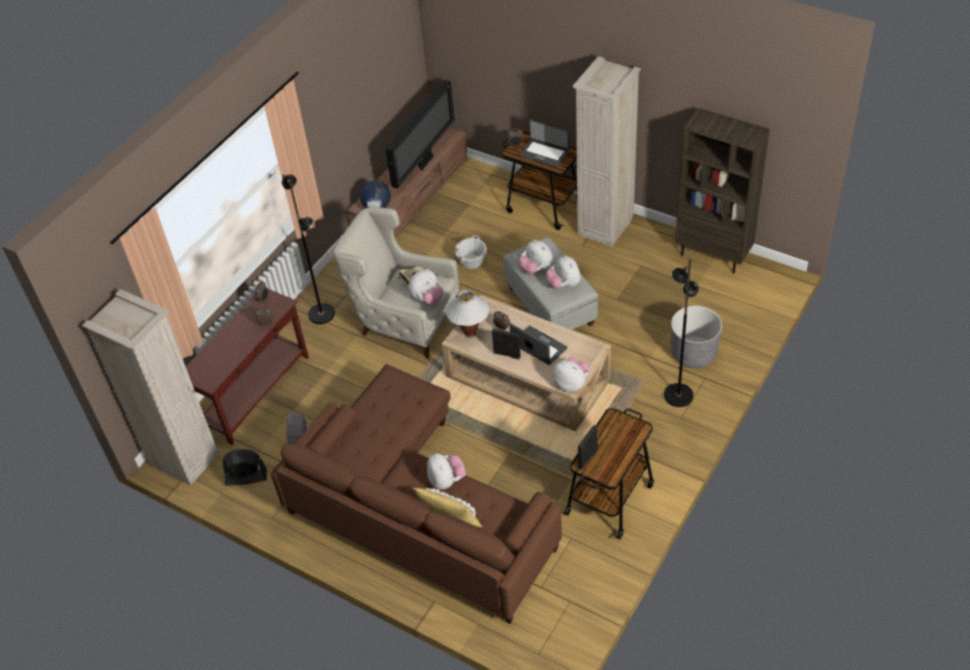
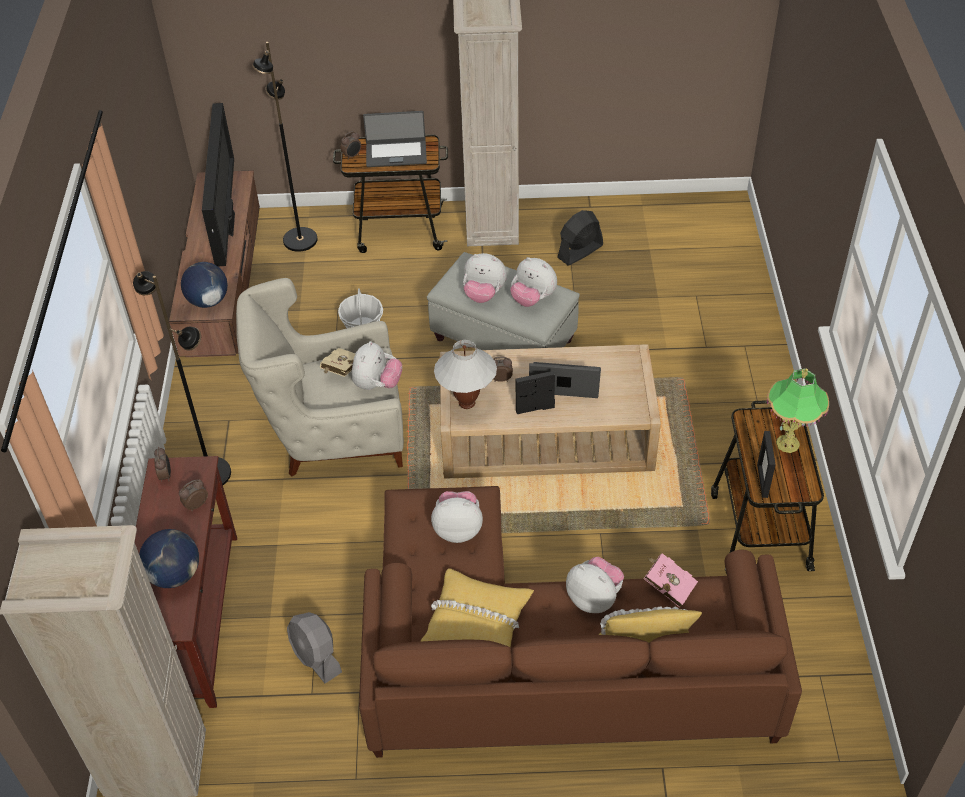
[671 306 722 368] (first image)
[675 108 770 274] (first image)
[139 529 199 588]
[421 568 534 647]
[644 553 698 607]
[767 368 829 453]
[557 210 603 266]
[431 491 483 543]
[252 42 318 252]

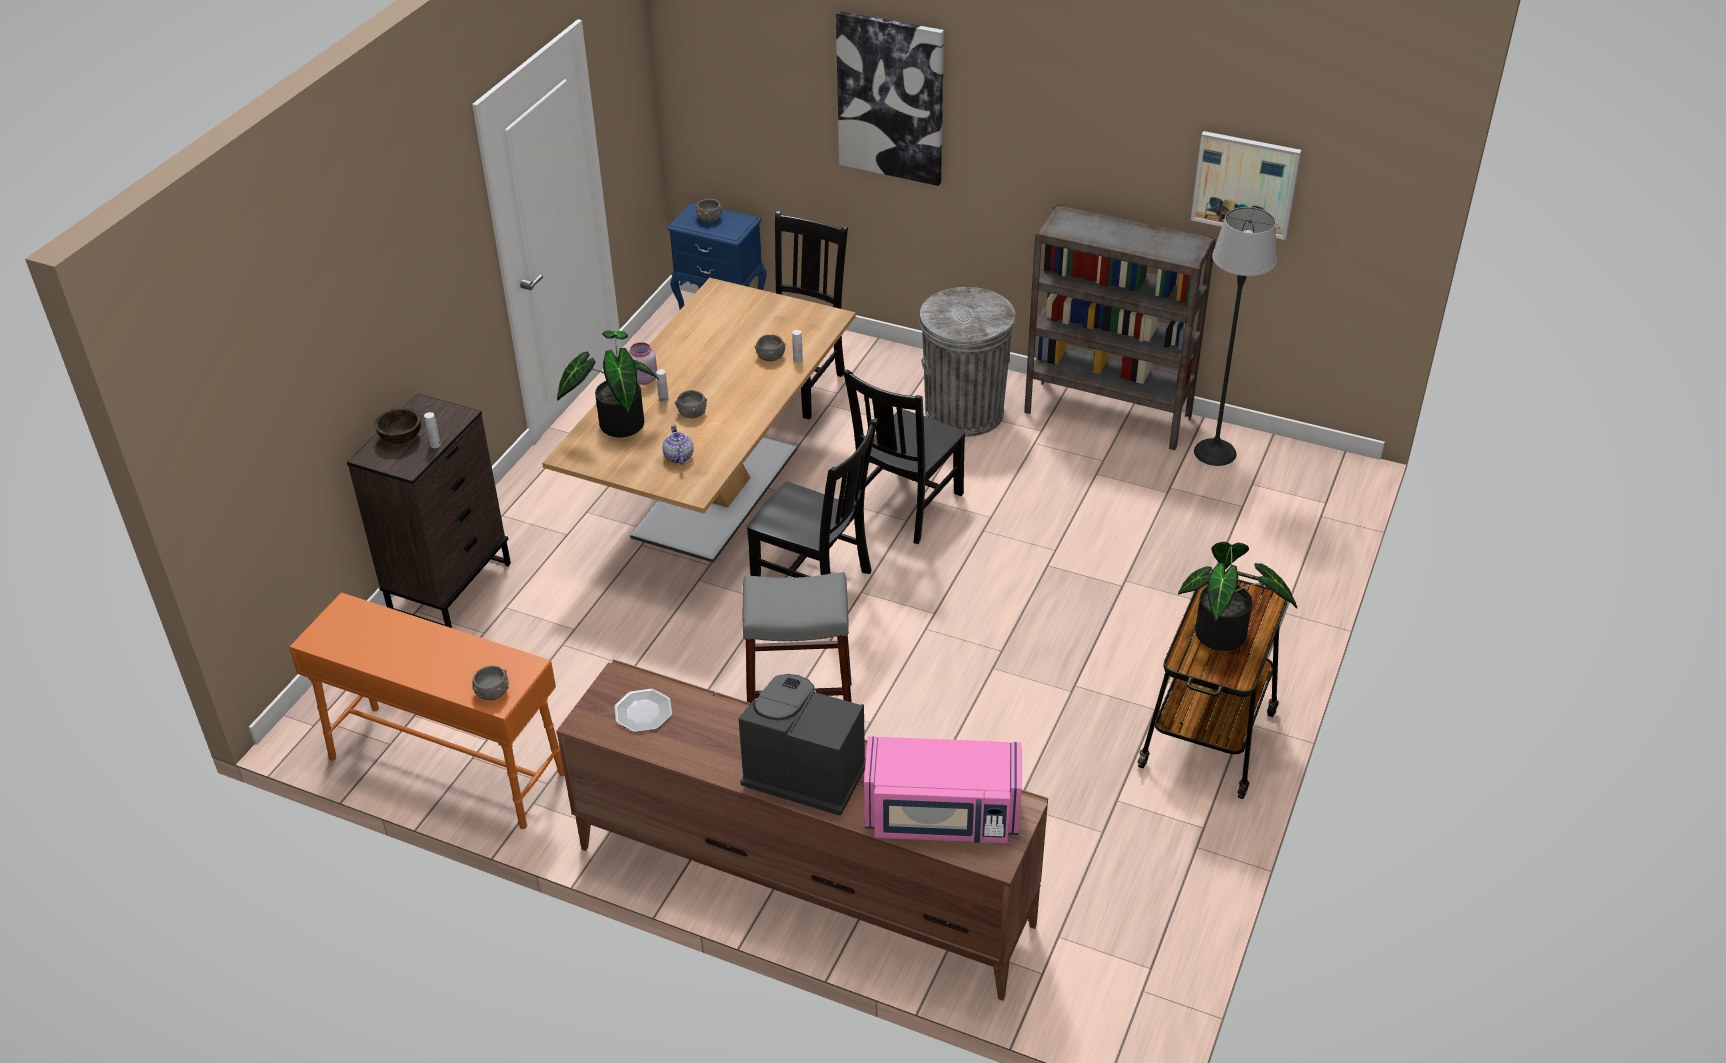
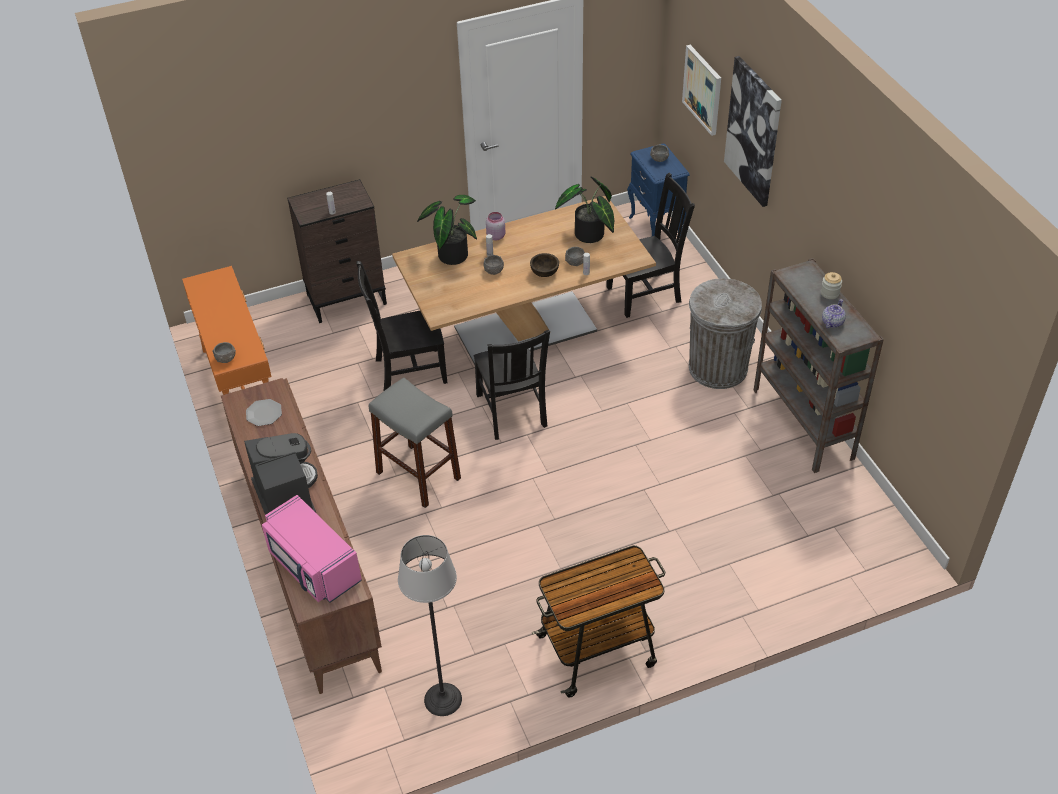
[821 272 842 299]
[530 253 559 277]
[822 299 846 329]
[356 261 447 391]
[555 177 614 243]
[682 45 721 136]
[398 535 462 716]

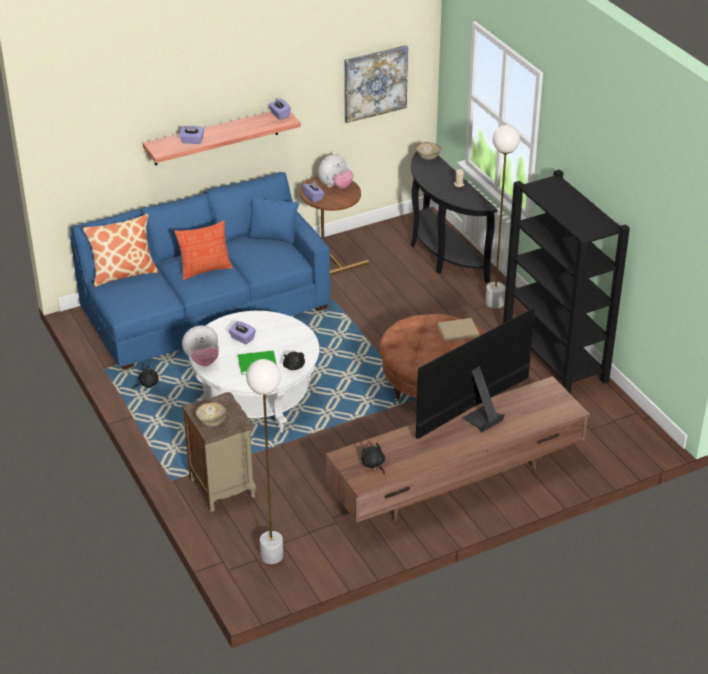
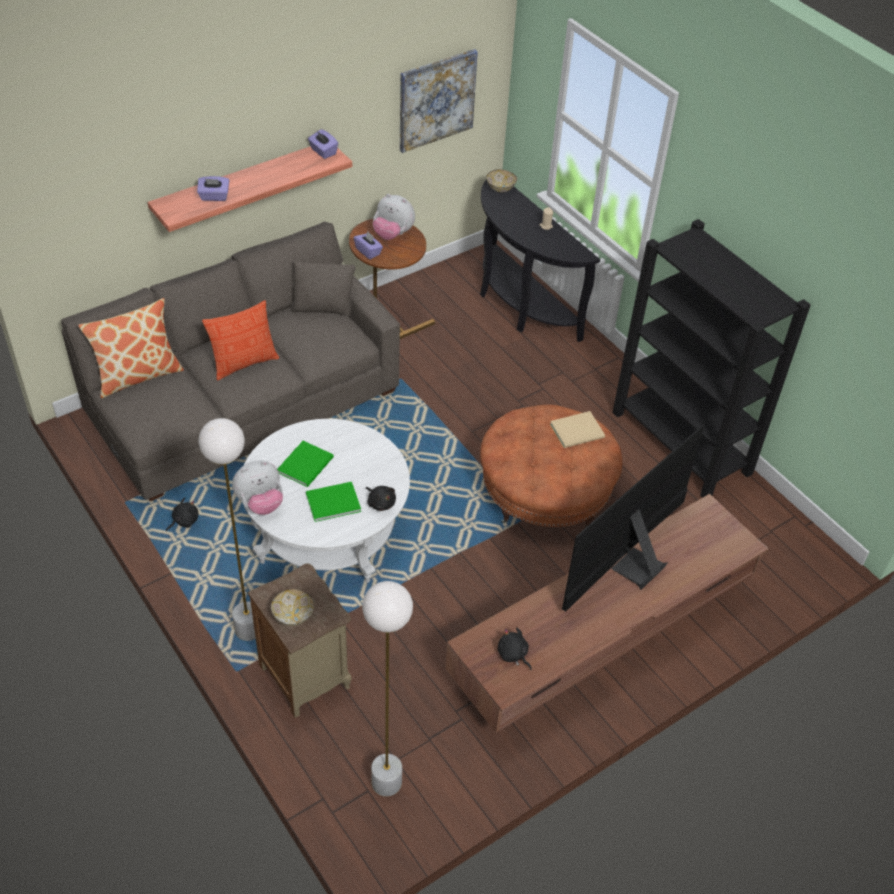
[198 418 256 641]
[277 441 334 487]
[61 221 400 501]
[373 194 415 240]

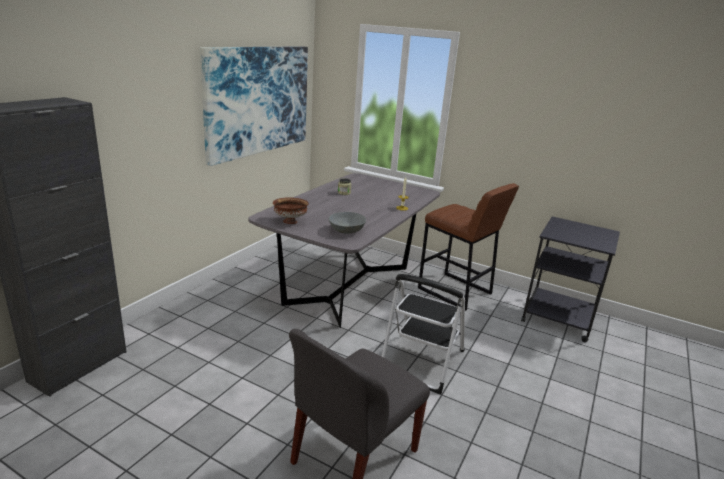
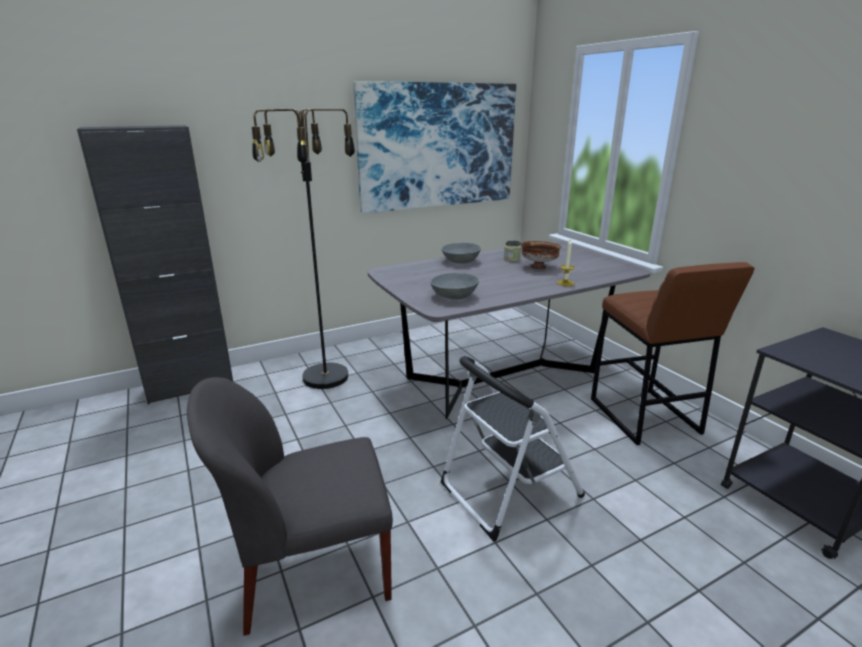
[252 109 355 389]
[441 243 481 263]
[521 241 561 269]

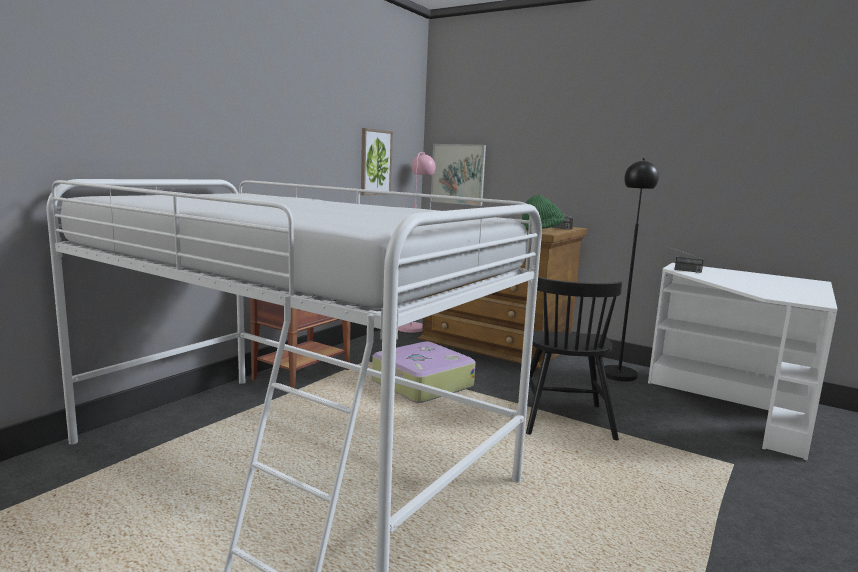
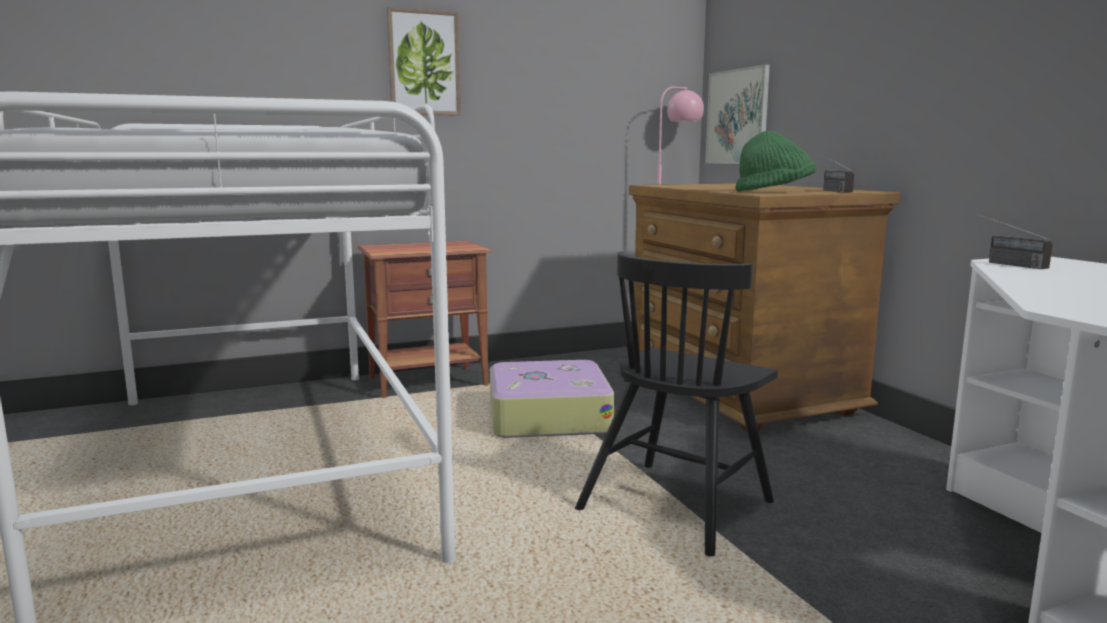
[604 158 659 382] (first image)
[387 7 461 116]

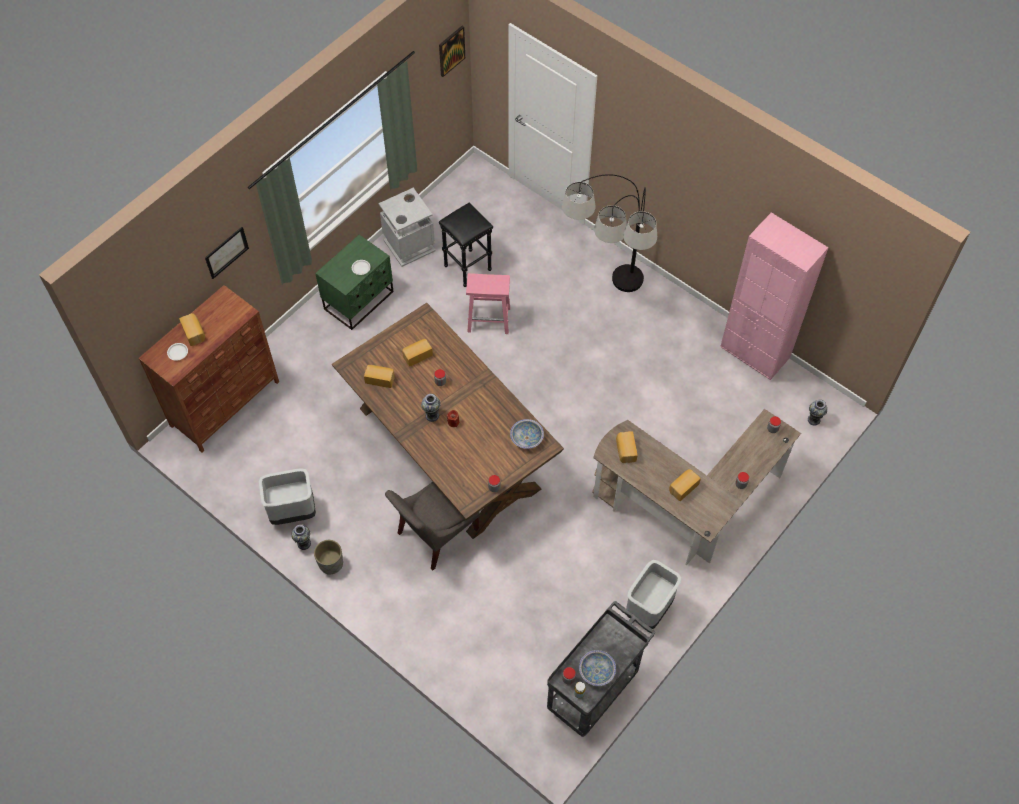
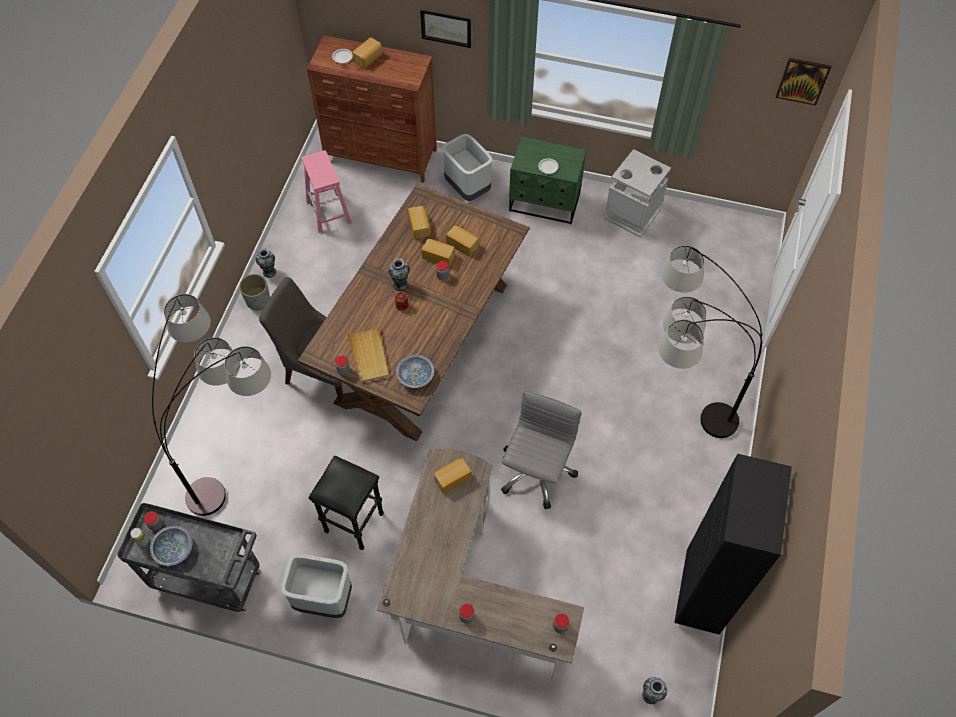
[152 294 271 516]
[347 326 389 383]
[501 391 581 509]
[442 134 493 201]
[309 456 384 550]
[302 150 352 233]
[422 239 455 267]
[674 454 792 634]

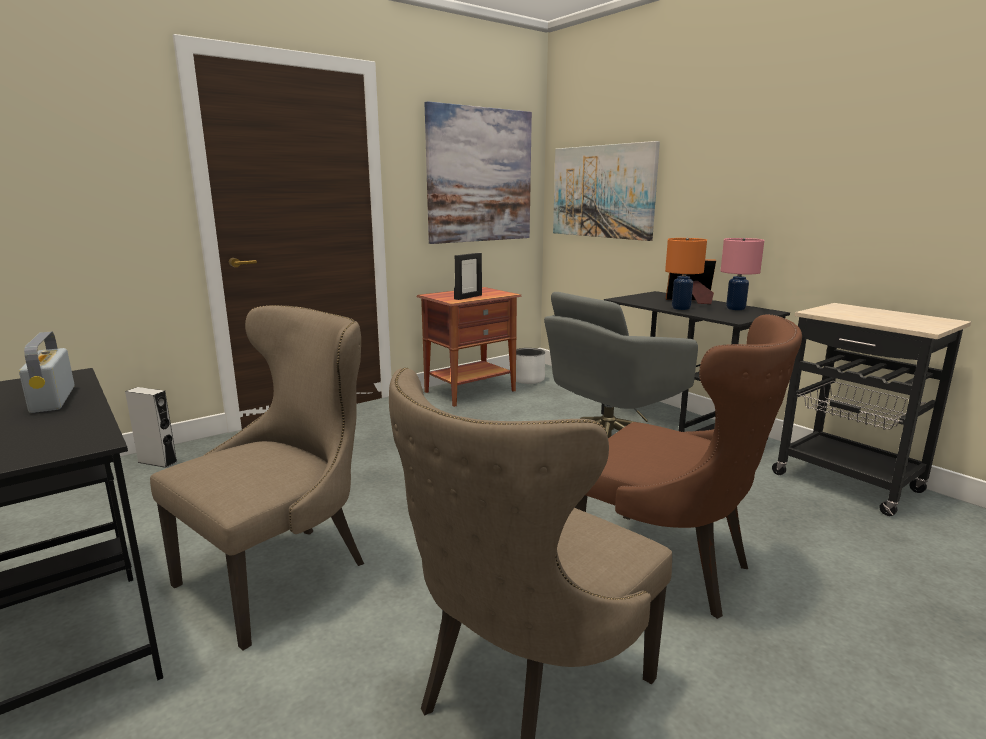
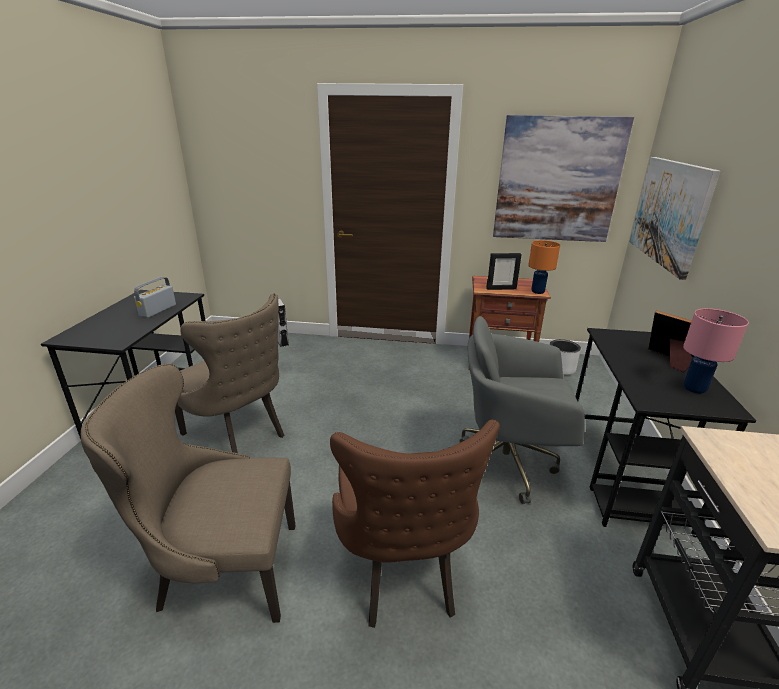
[528 240 560 294]
[175 294 284 453]

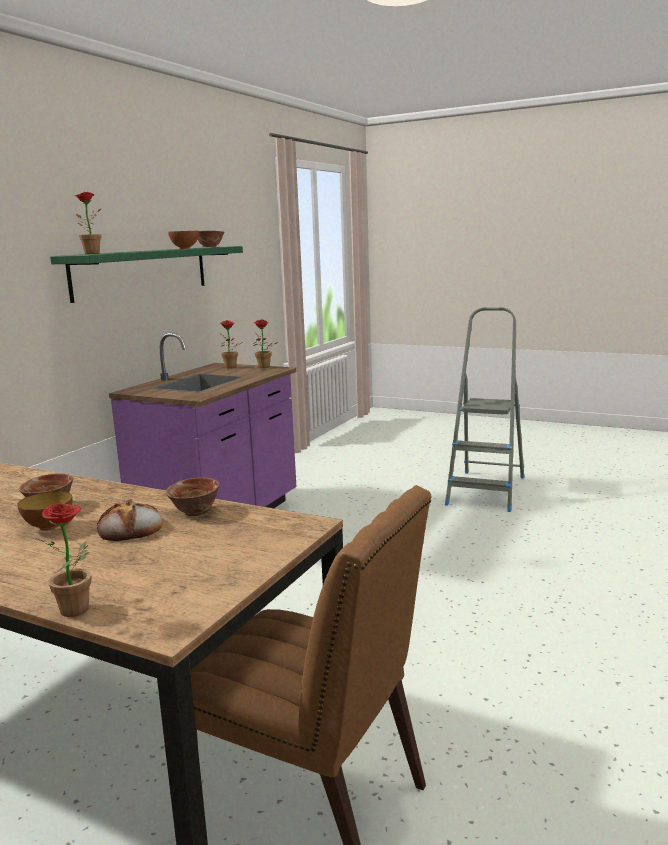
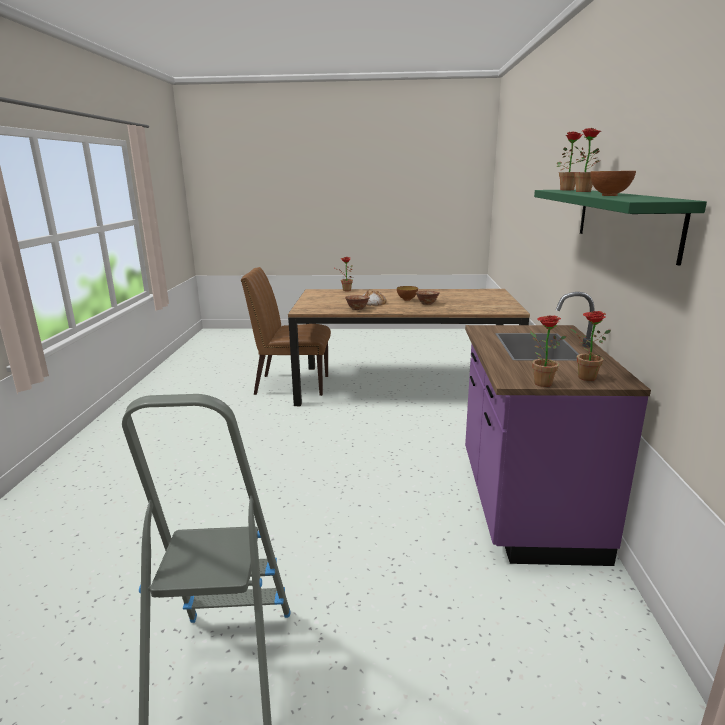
[198 231 225 247] (first image)
[574 128 602 192]

